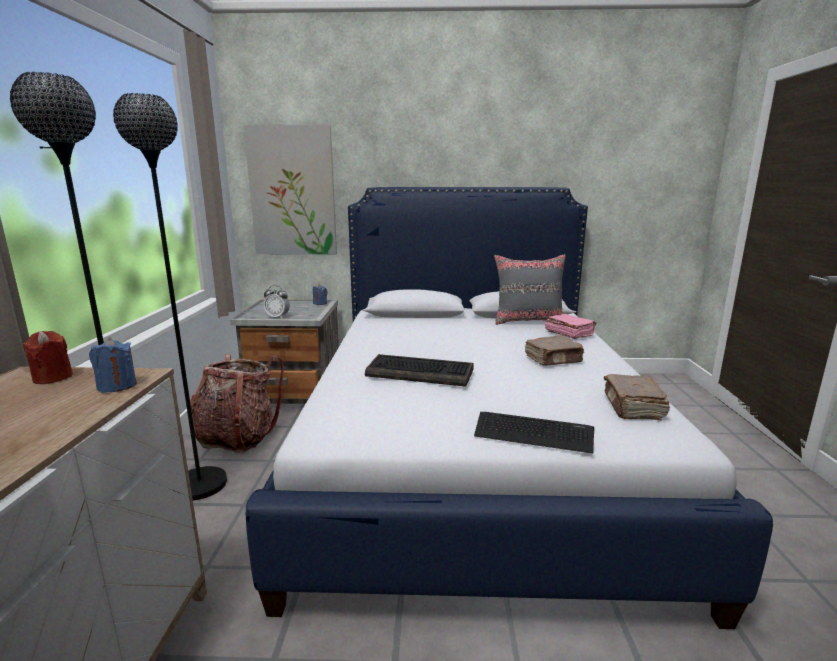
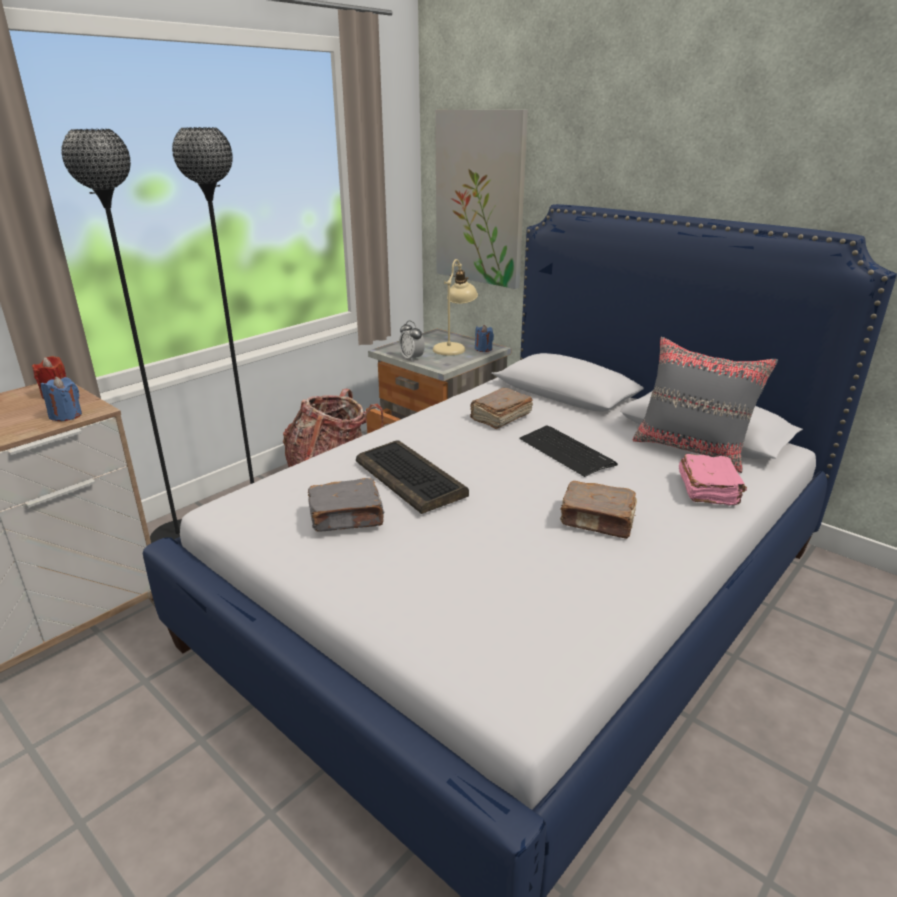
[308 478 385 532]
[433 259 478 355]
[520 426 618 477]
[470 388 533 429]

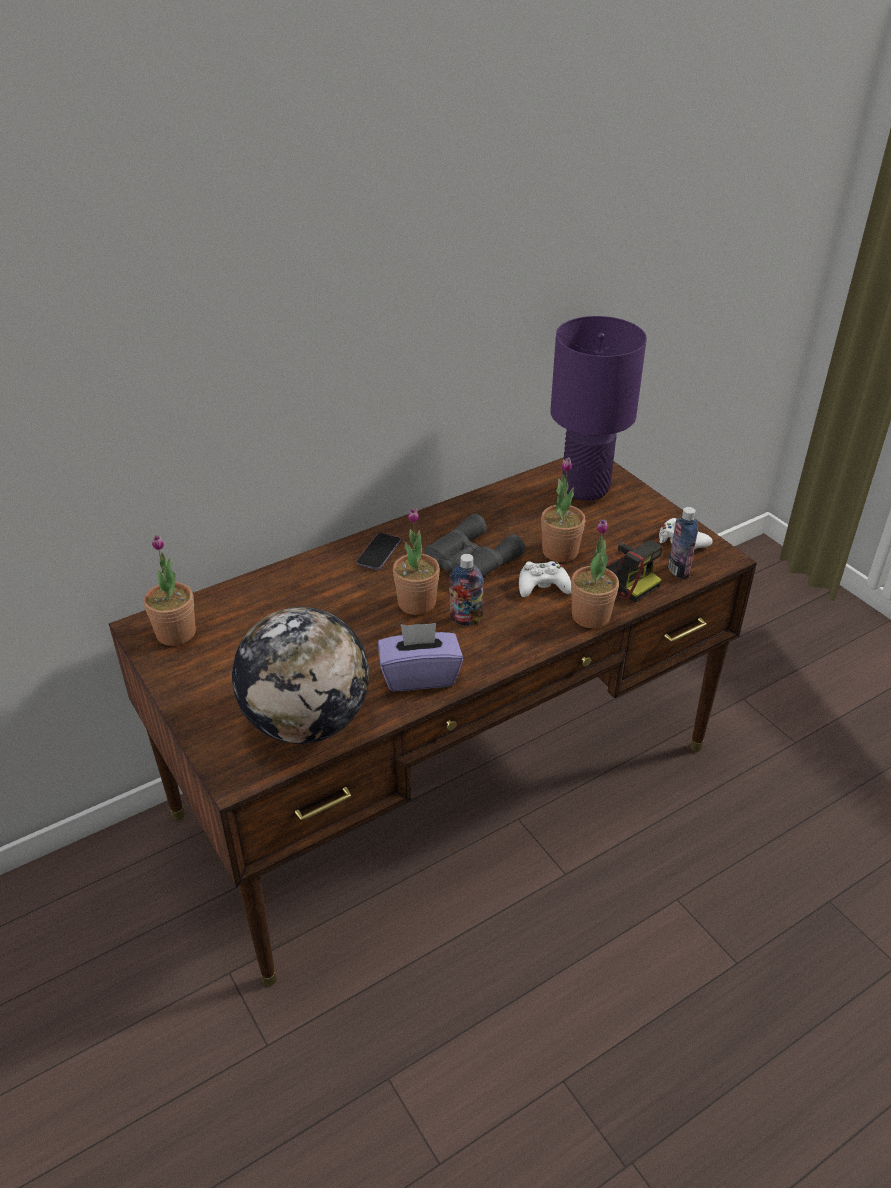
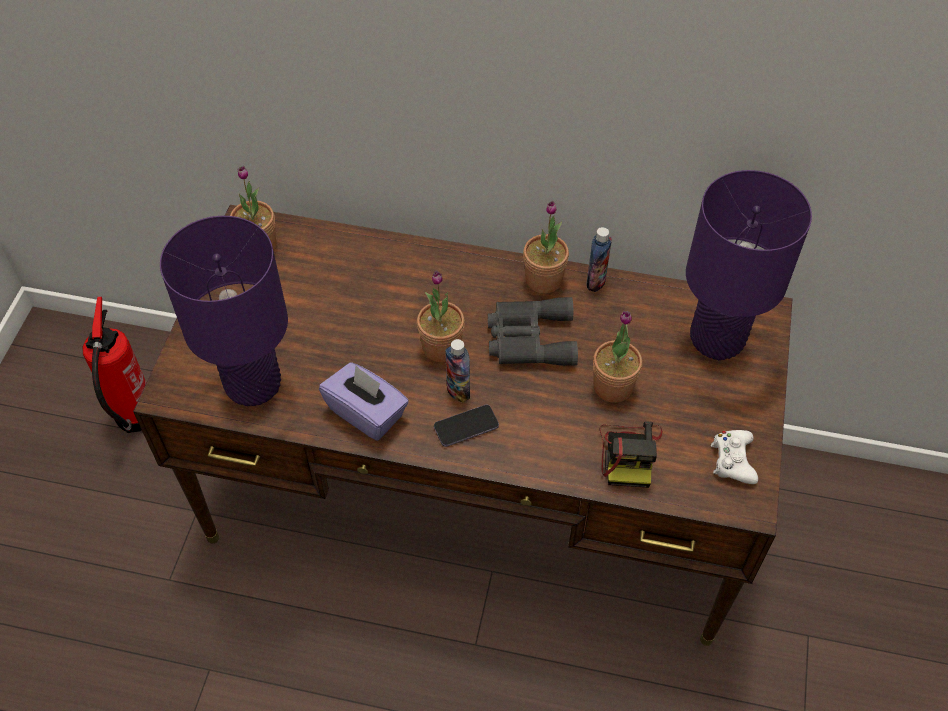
[519 561 571 597] (first image)
[83 297 146 433]
[434 405 499 447]
[523 201 569 294]
[587 227 612 292]
[160 216 288 406]

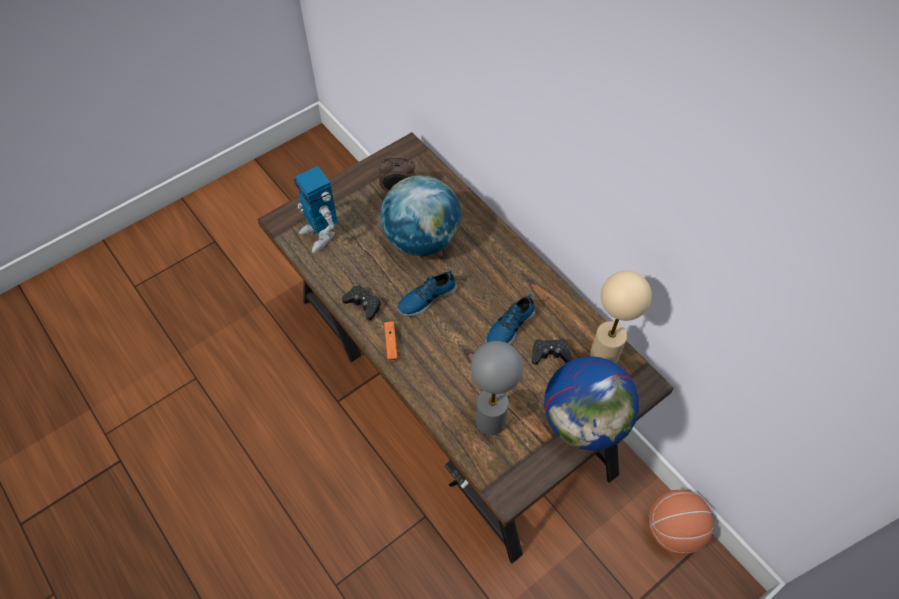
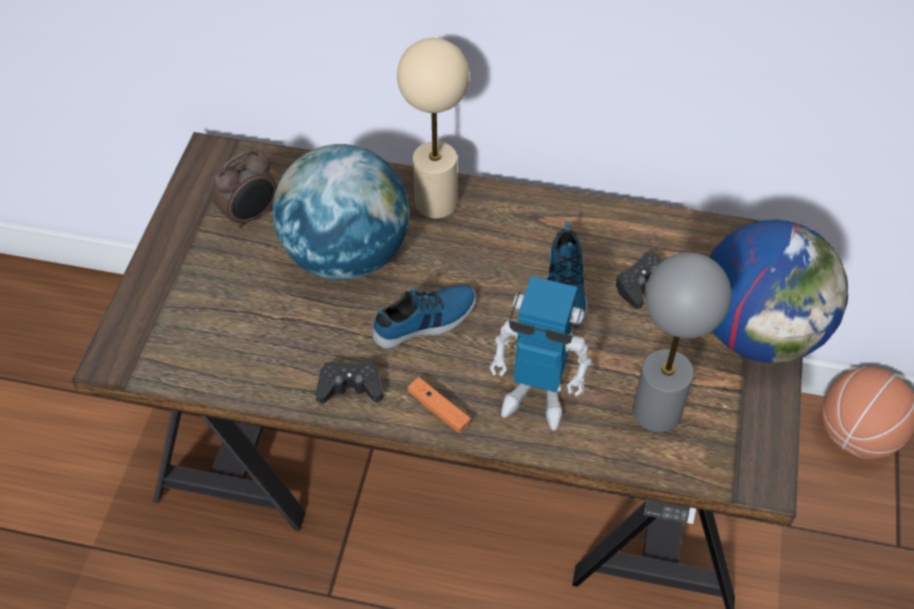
[489 276 592 430]
[397 38 469 219]
[372 285 476 349]

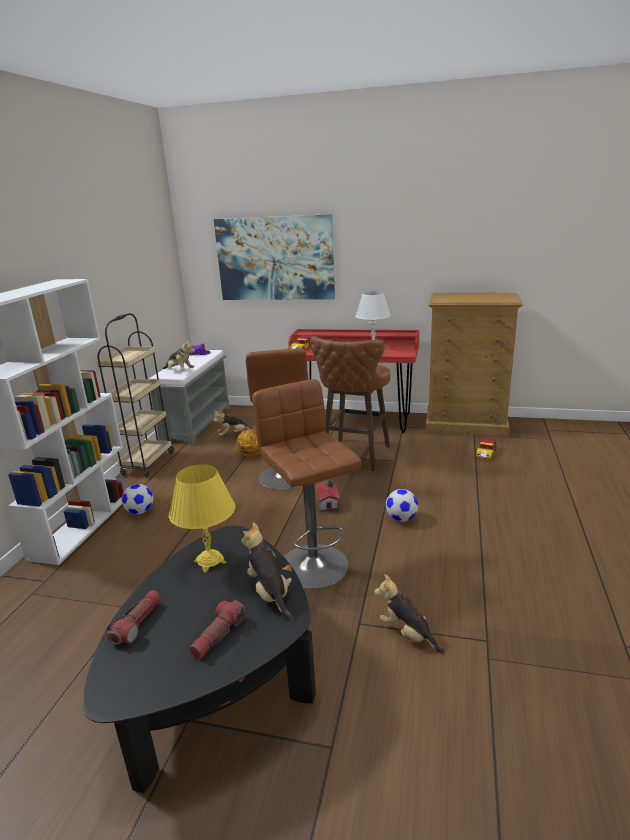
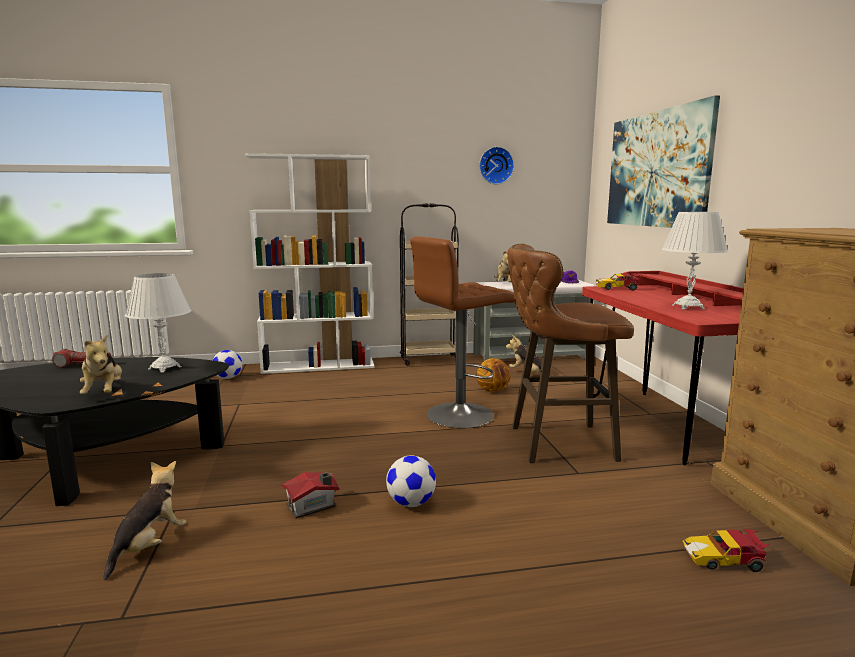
[189 600 245 659] (first image)
[252 379 361 589] (first image)
[479 147 514 184]
[213 350 242 379]
[282 472 339 519]
[125 273 191 373]
[80 335 122 394]

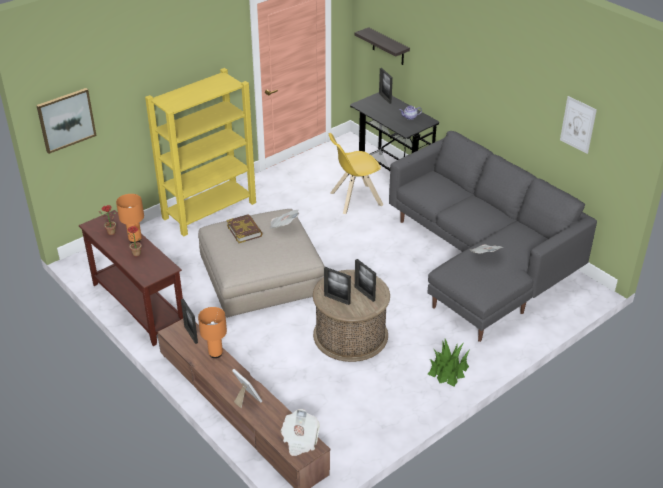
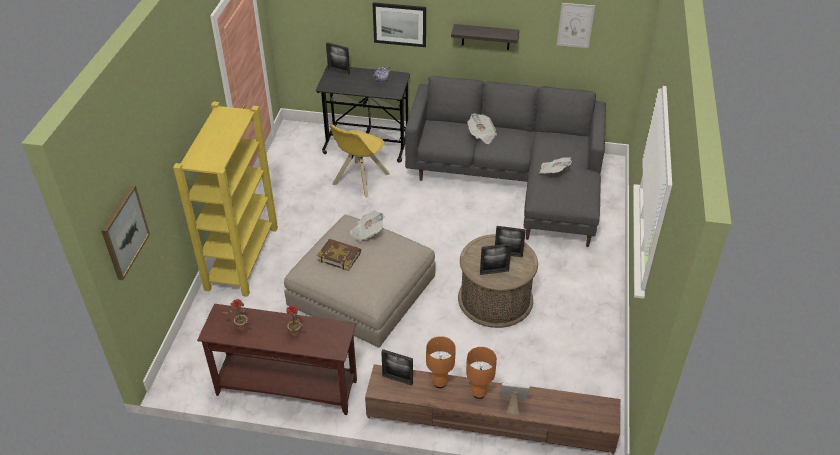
[428 339 469 386] (first image)
[373 2 426 47]
[466 347 497 399]
[467 113 497 144]
[451 24 519 50]

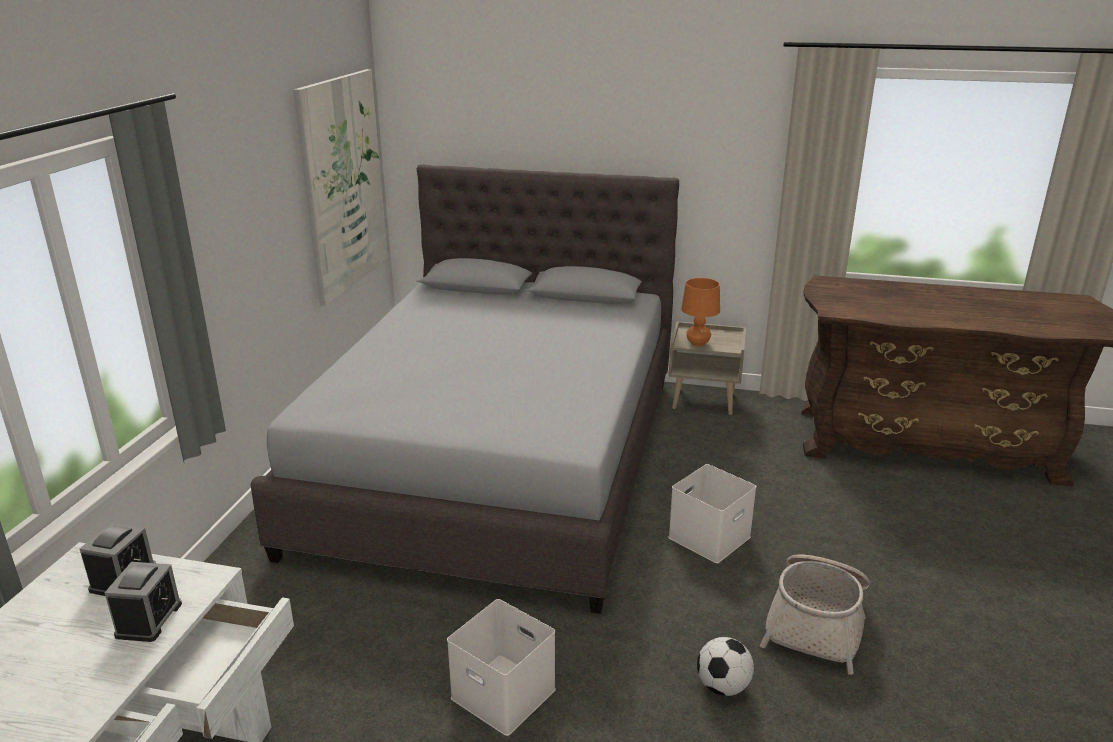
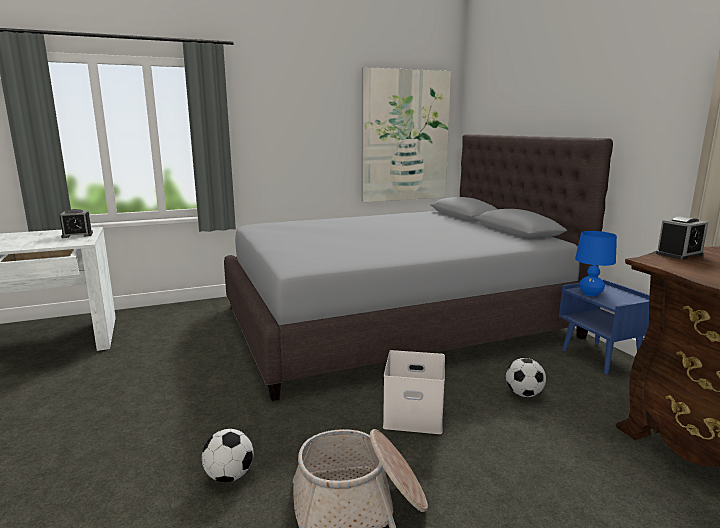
[447 599 556 736] (first image)
[506 358 546 397]
[656 216 708 260]
[559 279 650 375]
[575 231 617 296]

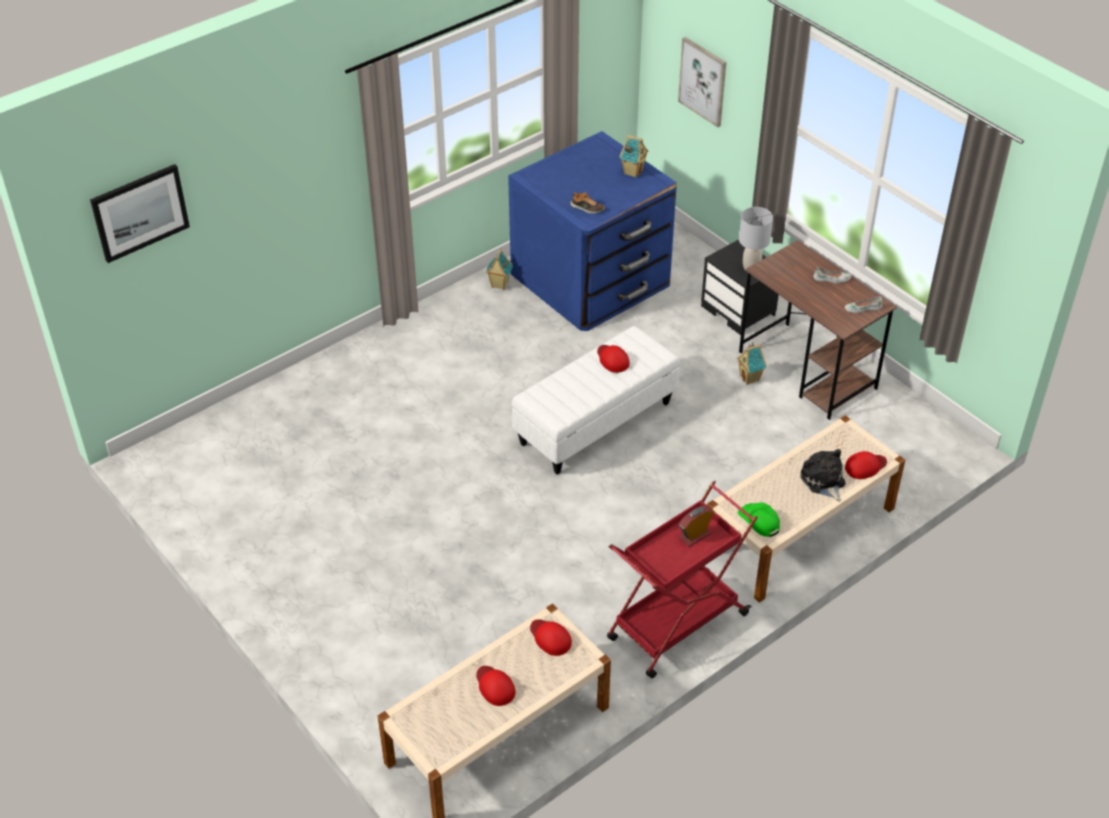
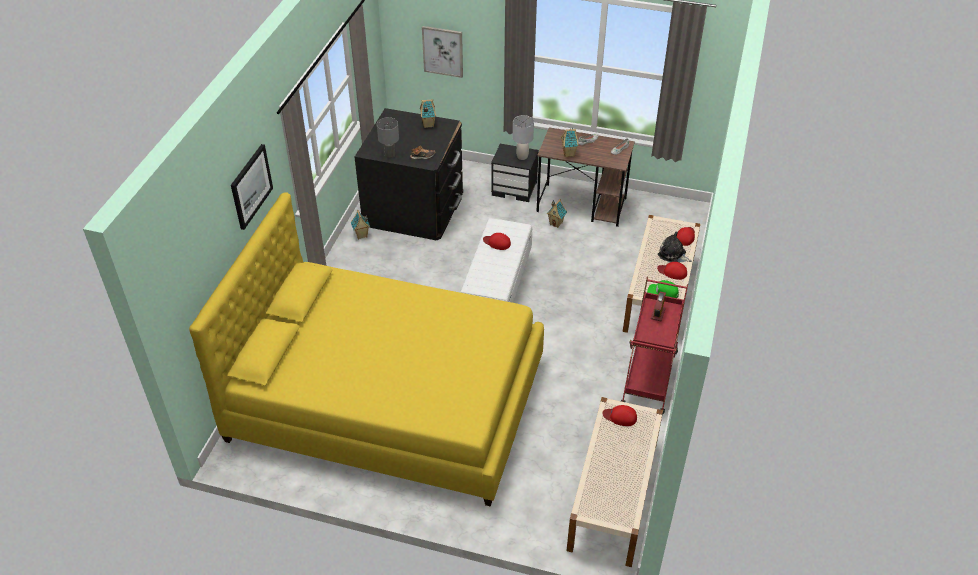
[189 192 544 507]
[377 117 399 158]
[561 127 579 157]
[231 144 273 230]
[657 262 687 280]
[355 108 463 241]

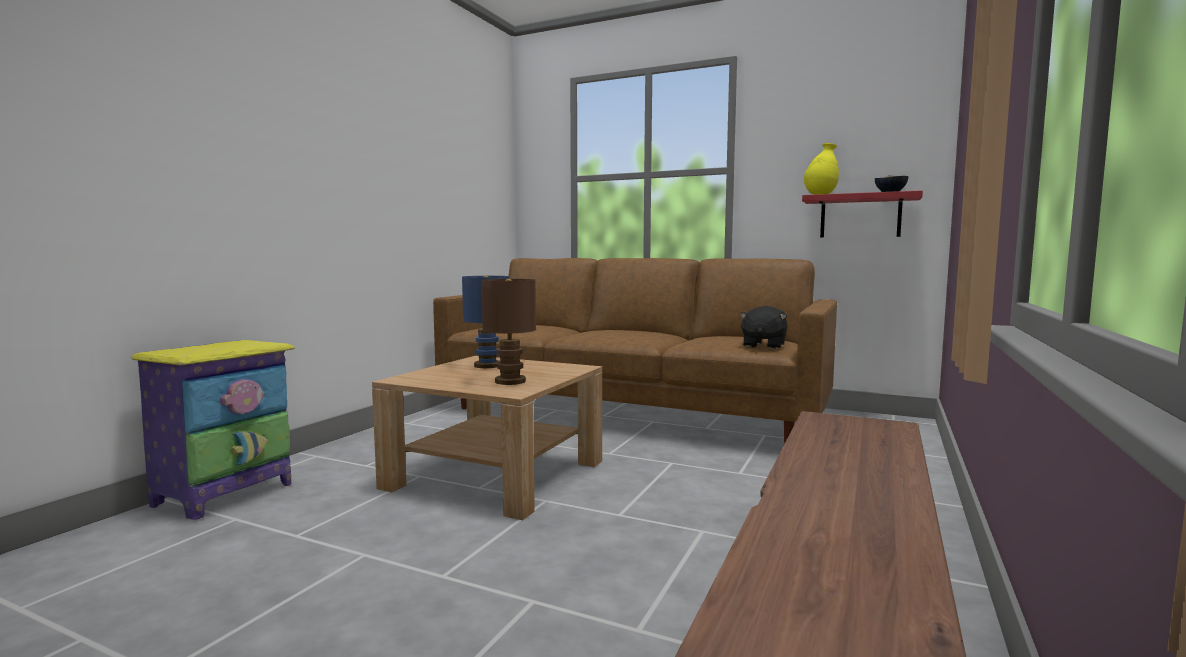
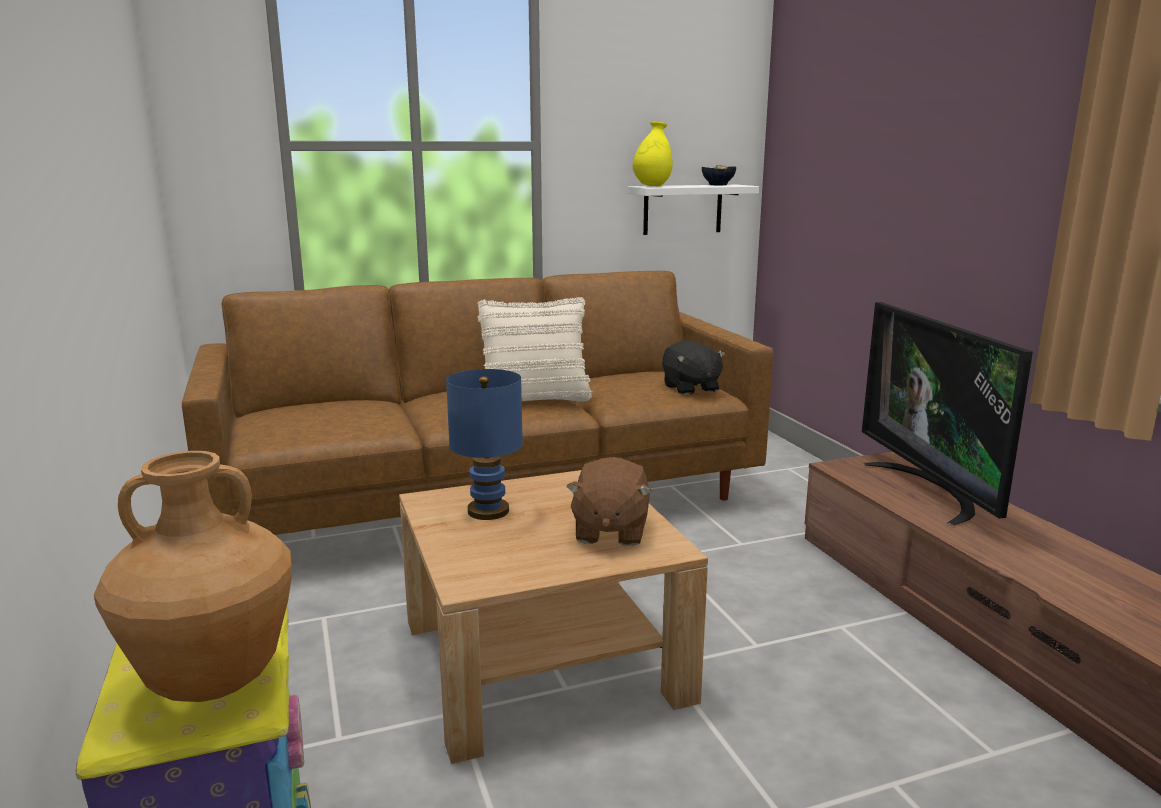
[94 451 292 702]
[477 297 593 402]
[862 302 1033 526]
[566 457 652 546]
[628 185 759 235]

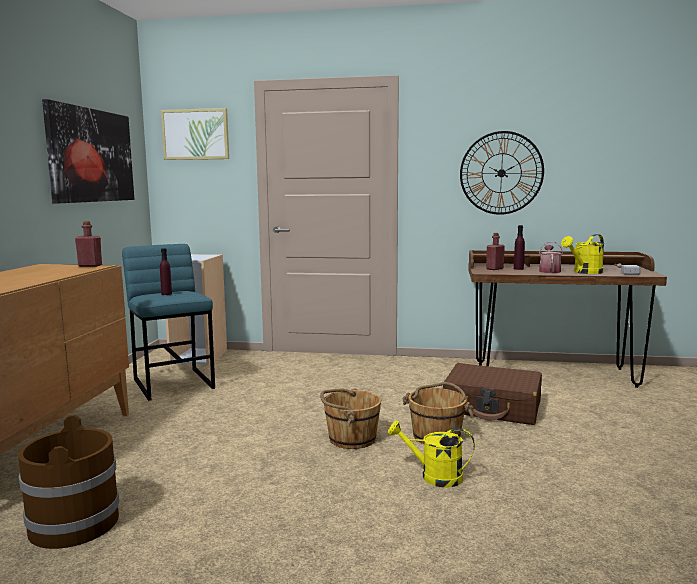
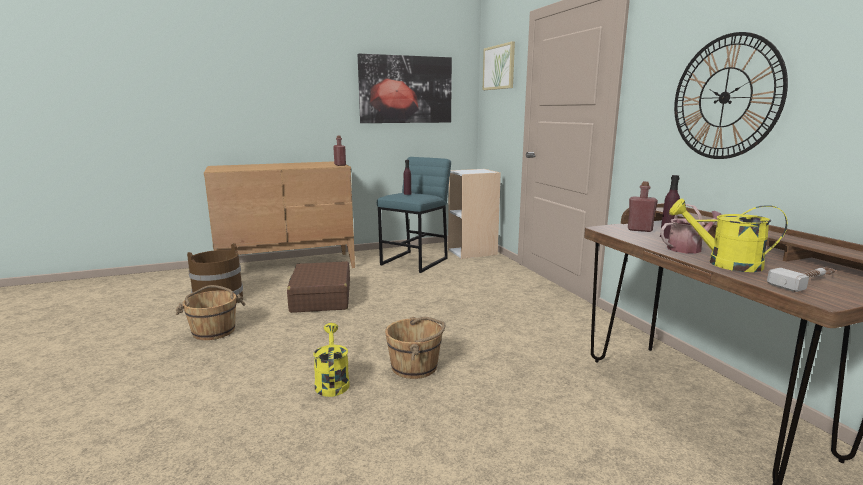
[176 285 246 340]
[287 261 350 313]

